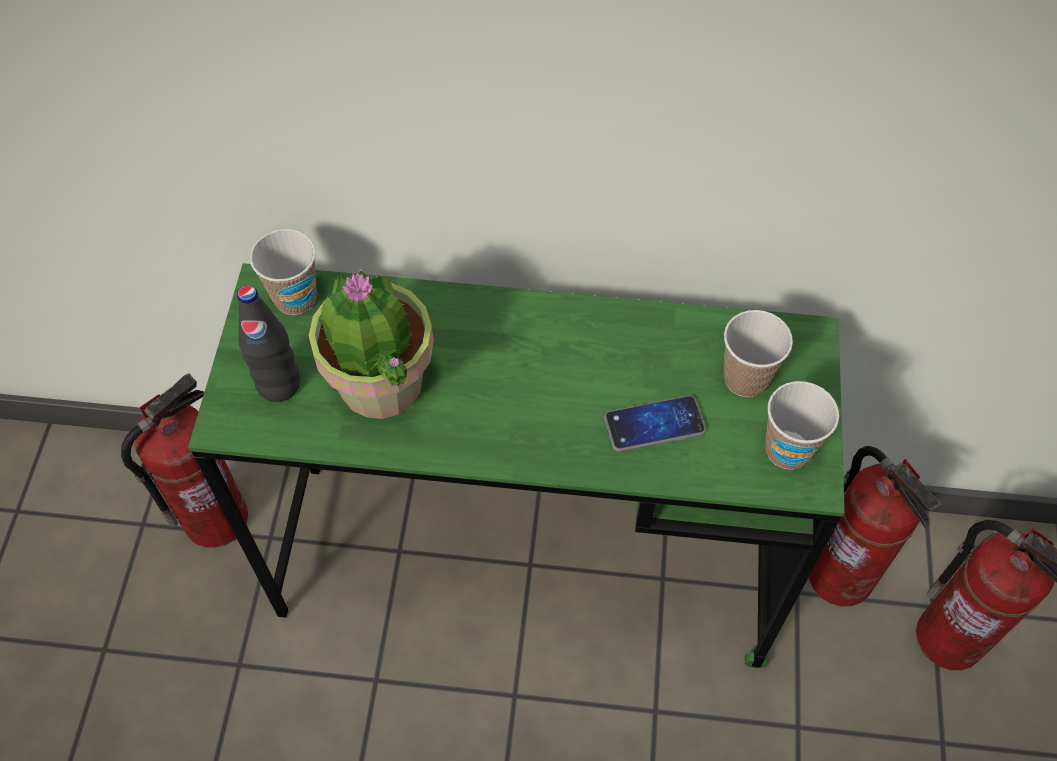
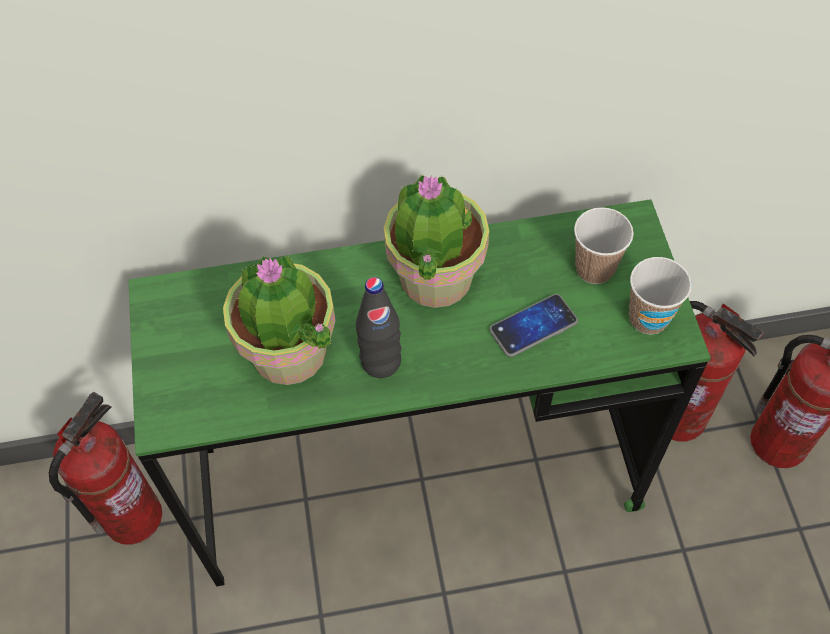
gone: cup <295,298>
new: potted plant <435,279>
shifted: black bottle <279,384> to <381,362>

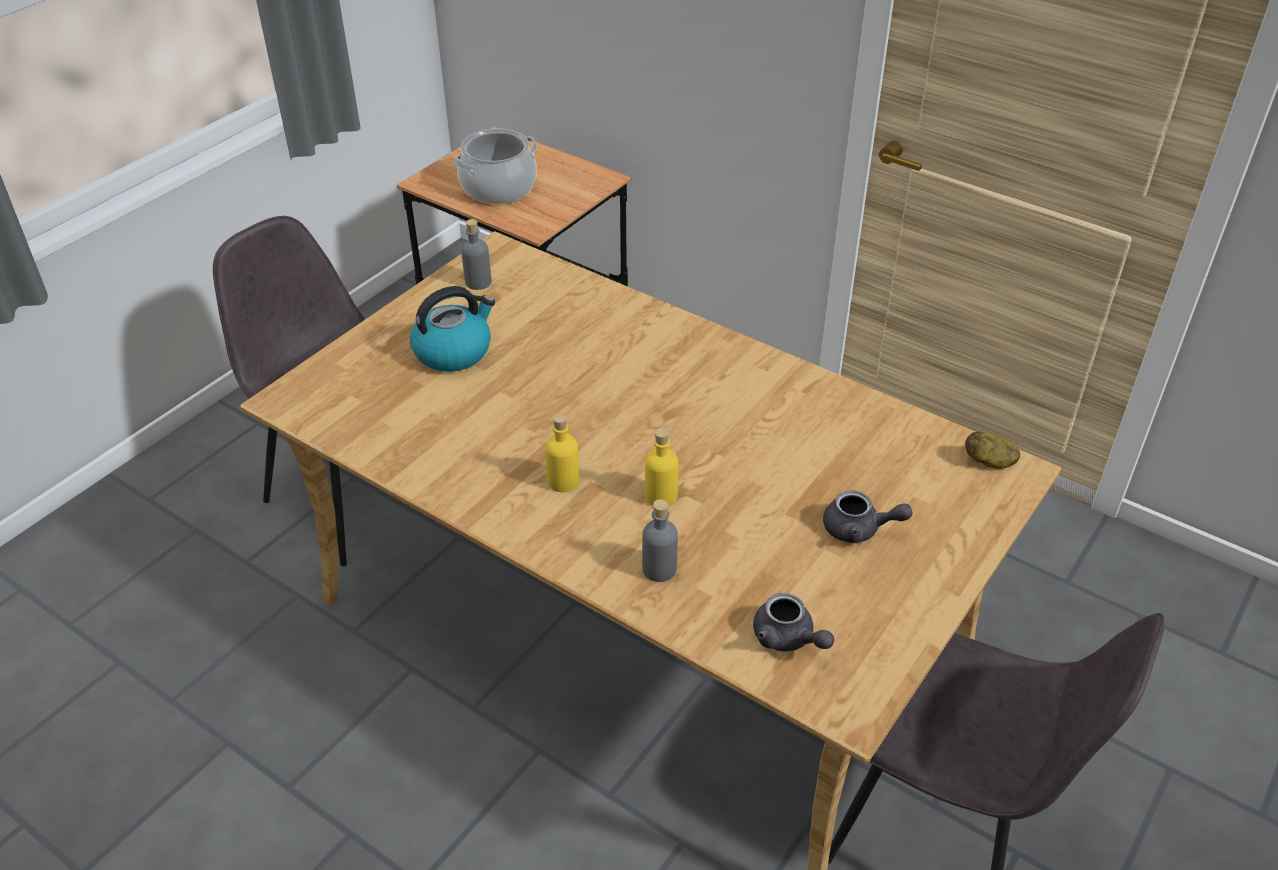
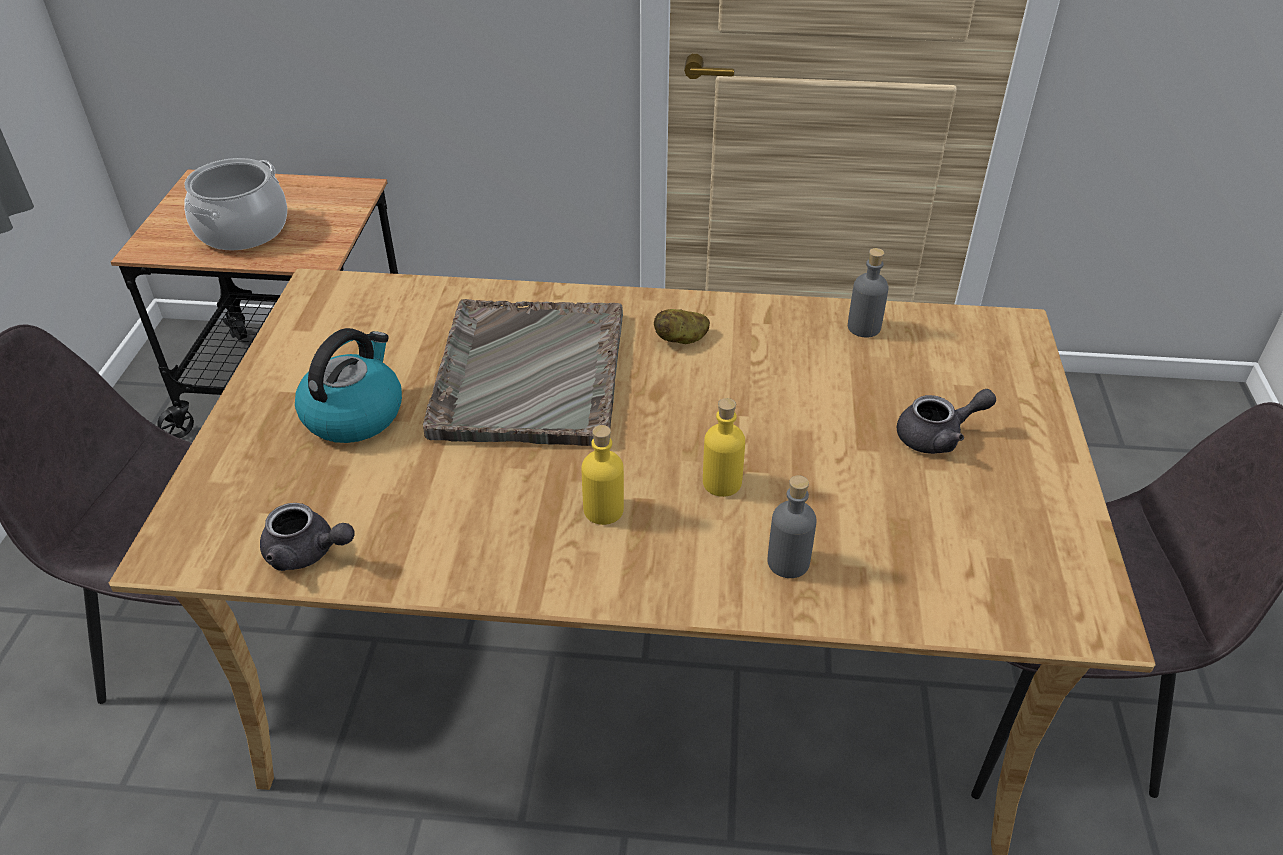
new: grey tray <529,375>
shifted: grey teapot <788,639> to <307,553>; potato <989,462> to <682,339>; grey bottle <478,282> to <864,327>

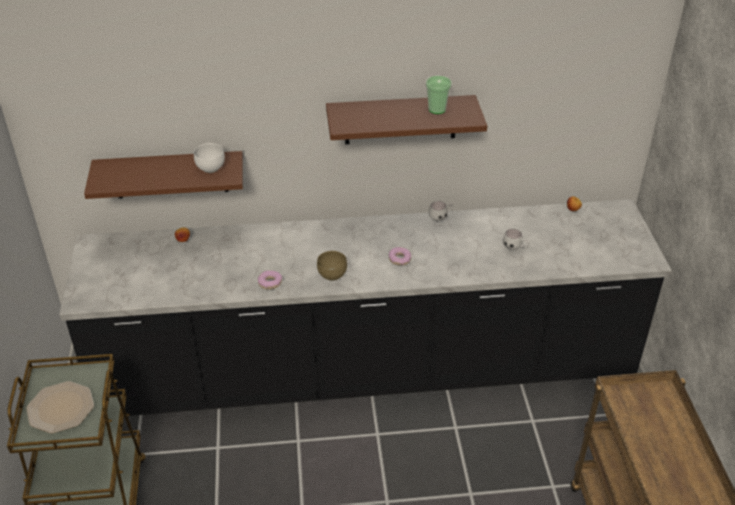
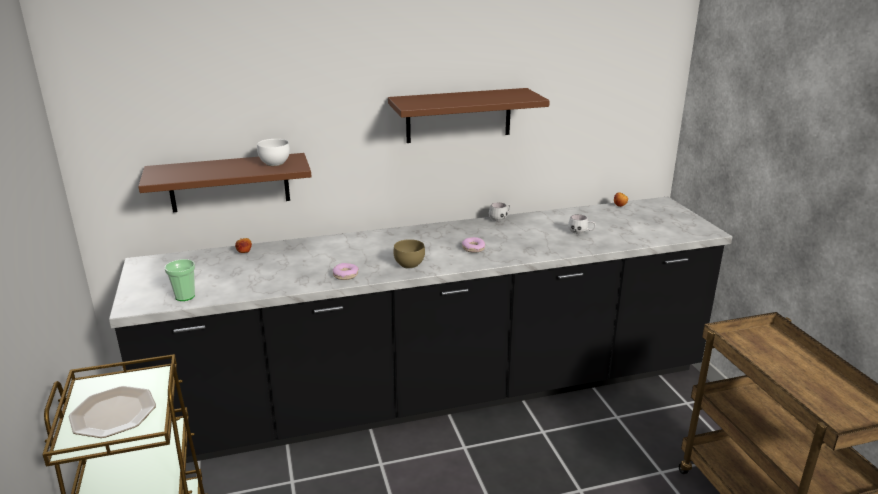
shifted: cup <437,109> to <185,296>

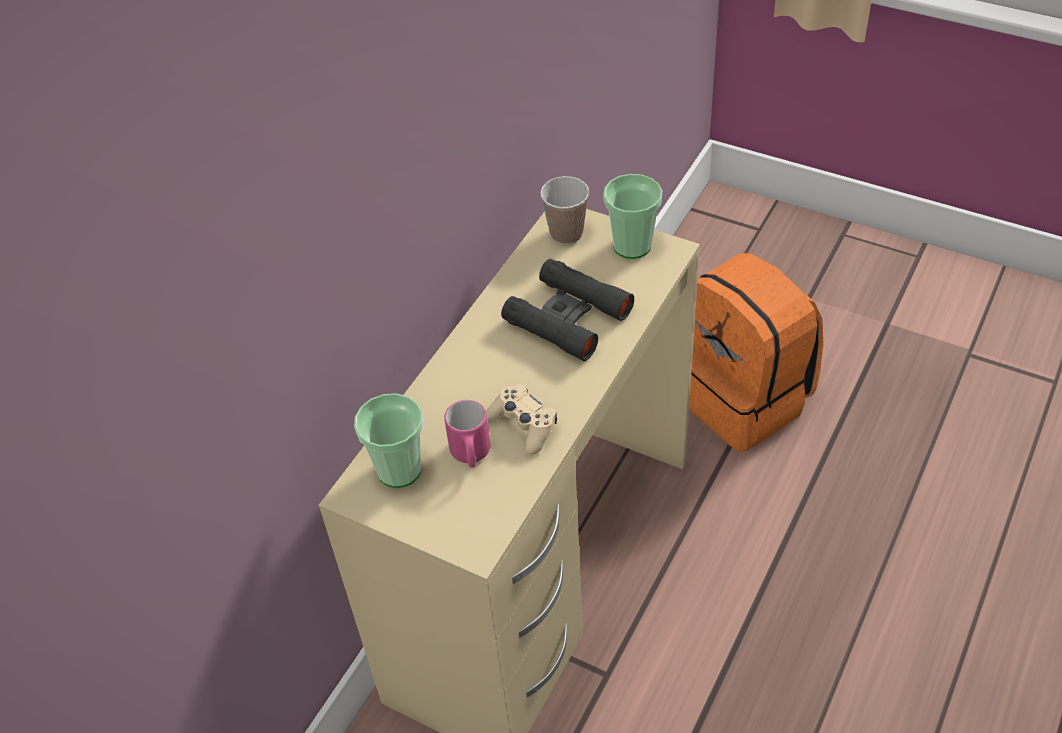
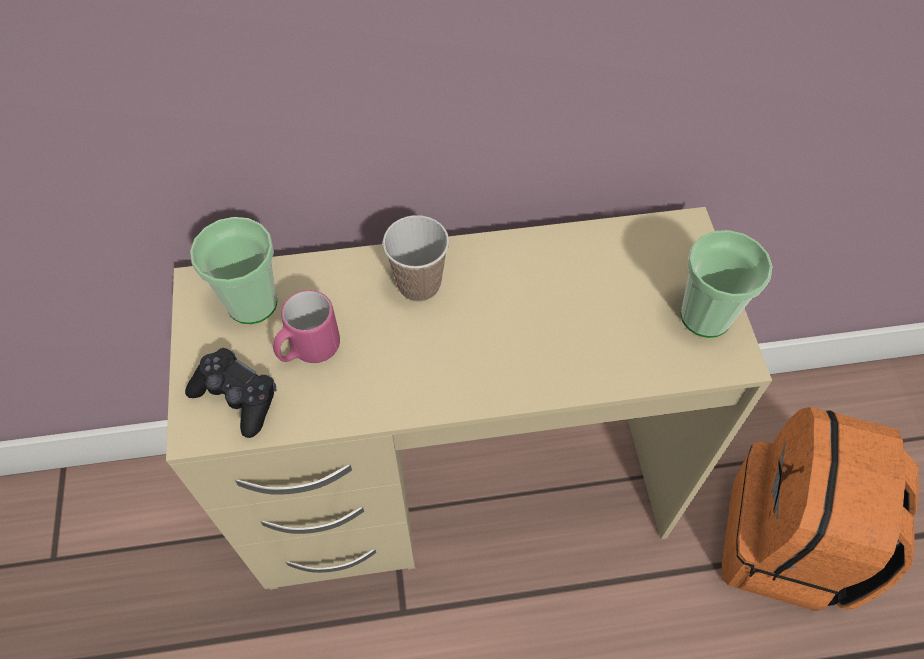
gone: beige game controller <523,425>; black binoculars <567,317>
new: black game controller <237,397>
shifted: cup <566,233> to <419,284>

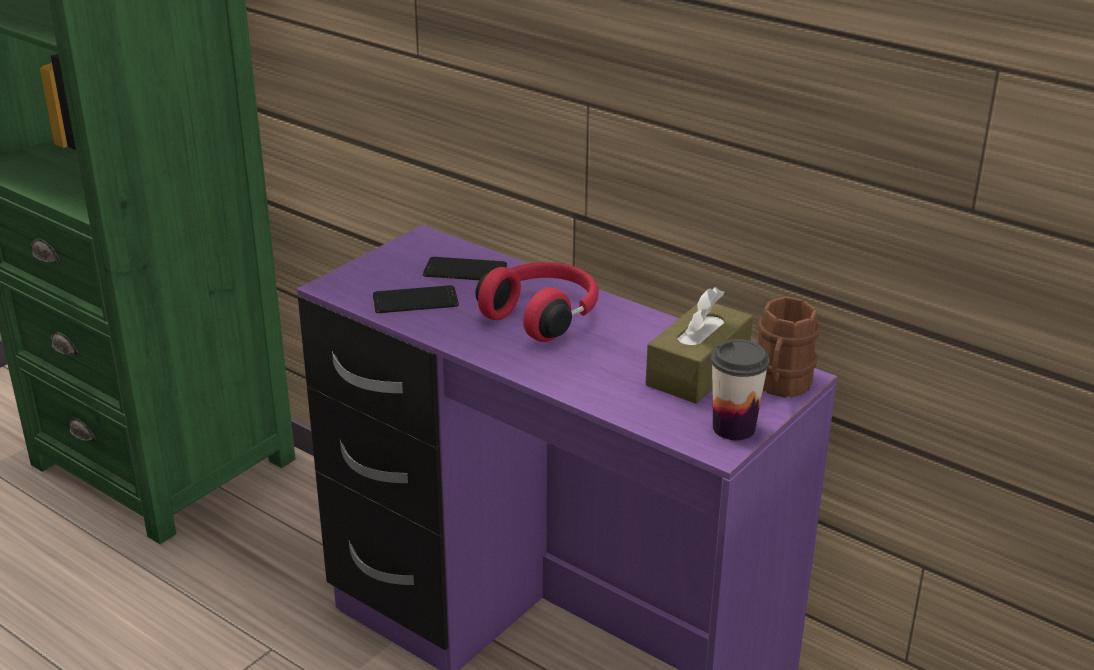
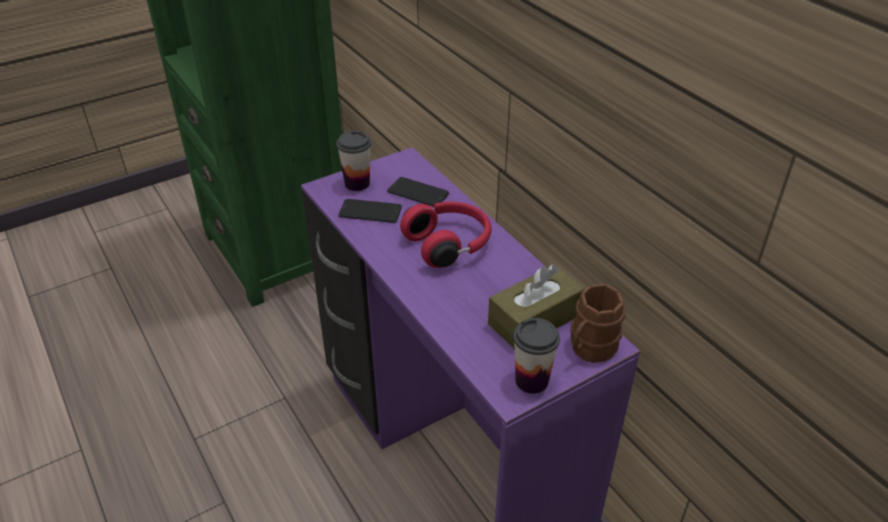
new: cup <357,183>

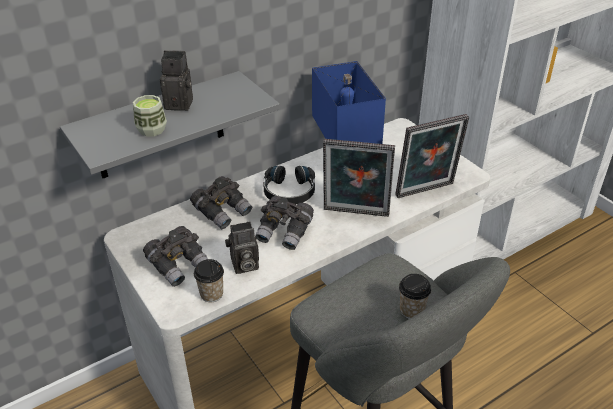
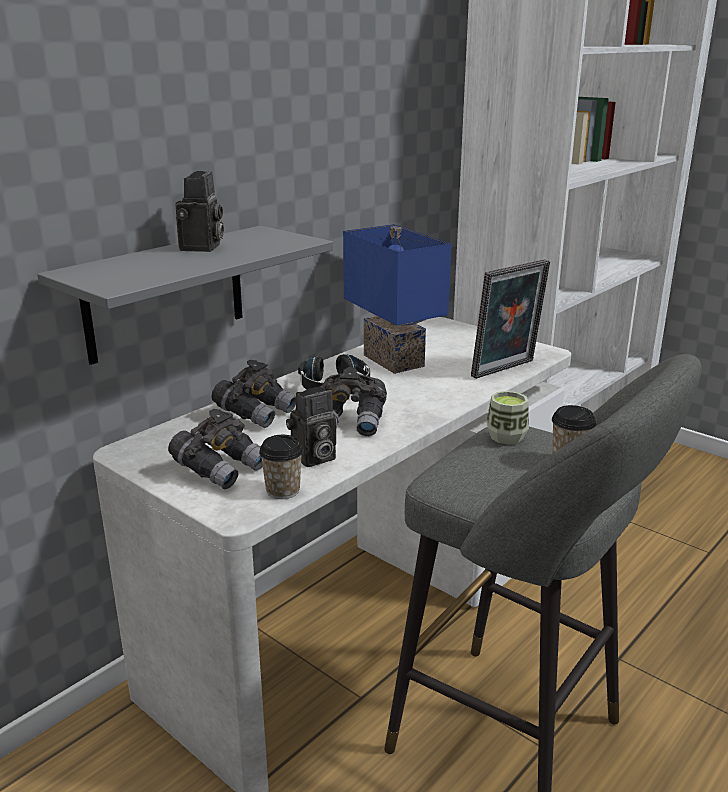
gone: picture frame <355,214>
shifted: cup <152,130> to <506,437>
rotated: photo camera <181,103> = <202,248> 105 degrees clockwise

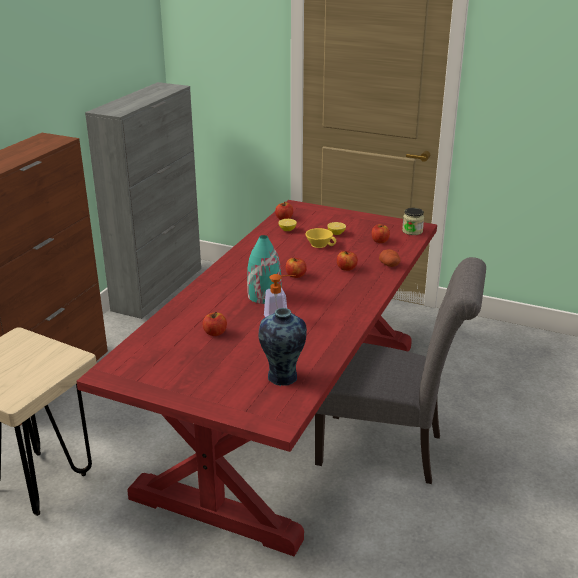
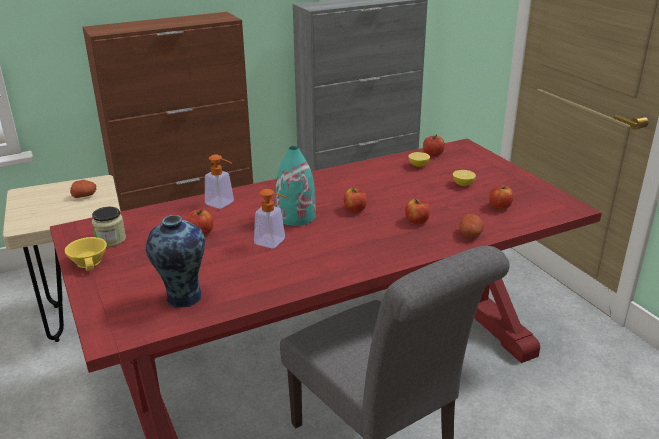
new: potato <85,195>; soap dispenser <223,204>
shifted: yellow cup <320,244> to <90,262>; jar <412,231> to <111,240>

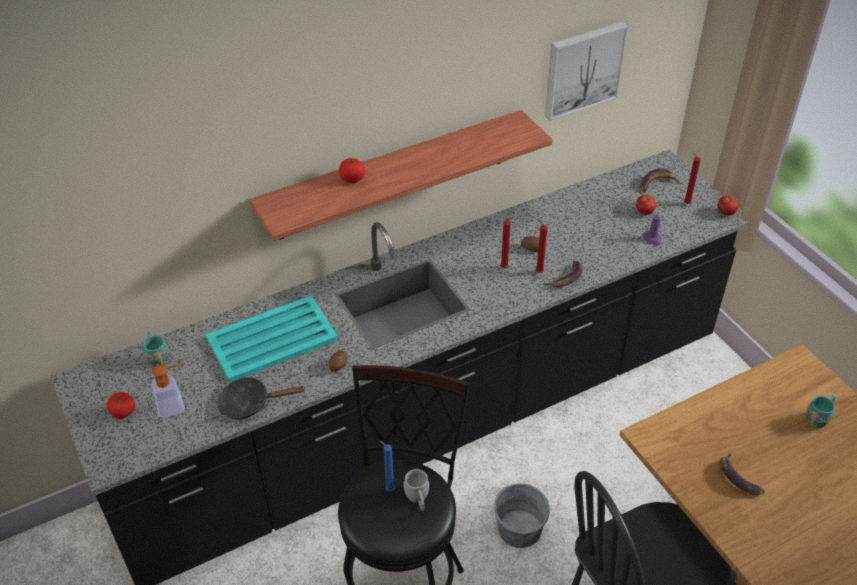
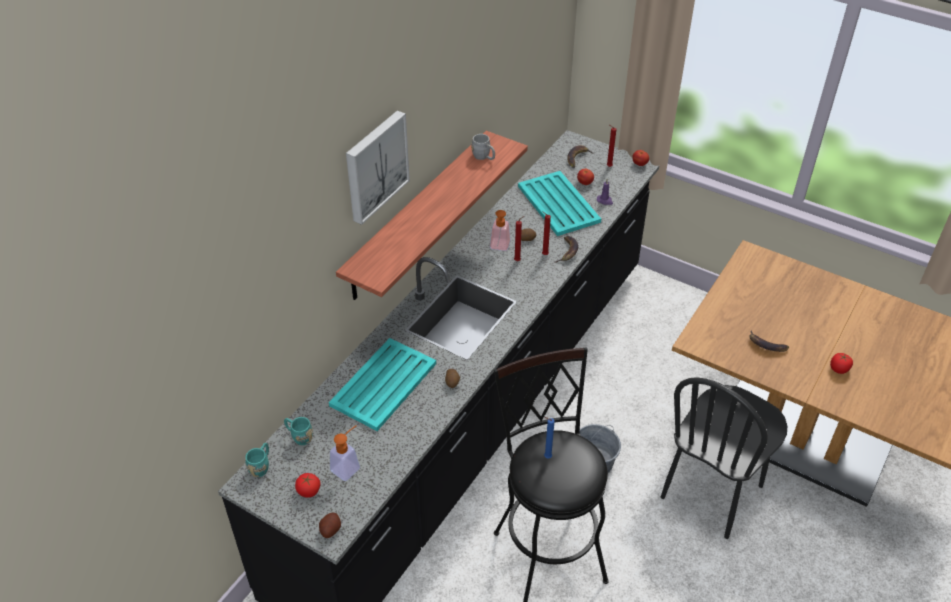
gone: black frying pan <250,403>
new: potato <330,530>; soap dispenser <499,247>; turquoise tray <558,204>
shifted: turquoise mug <819,418> to <261,466>; picture <582,69> to <375,166>; grey mug <418,499> to <484,157>; tomato <352,179> to <839,369>

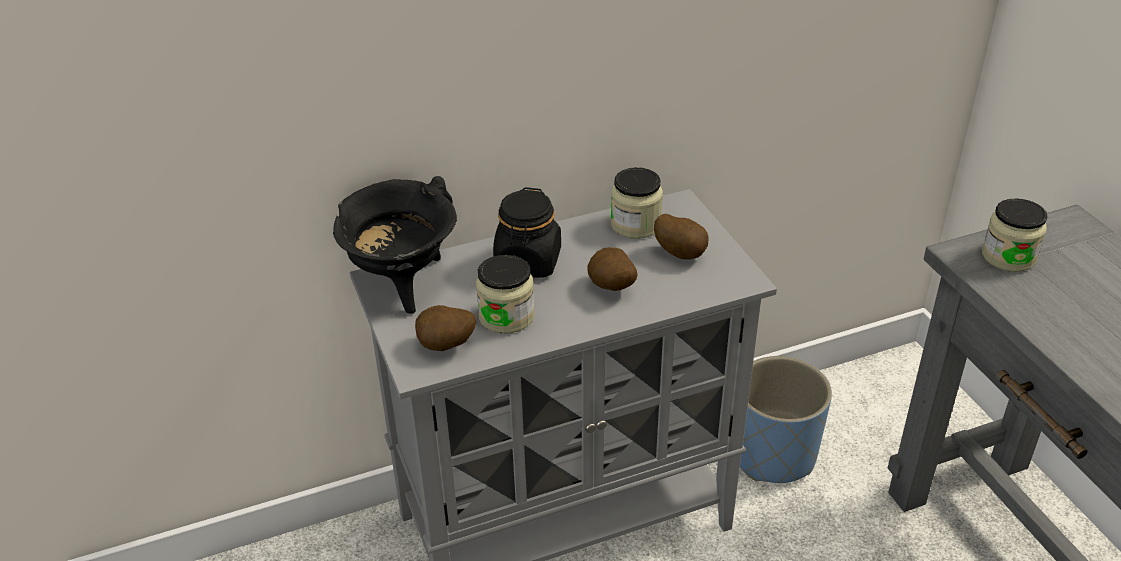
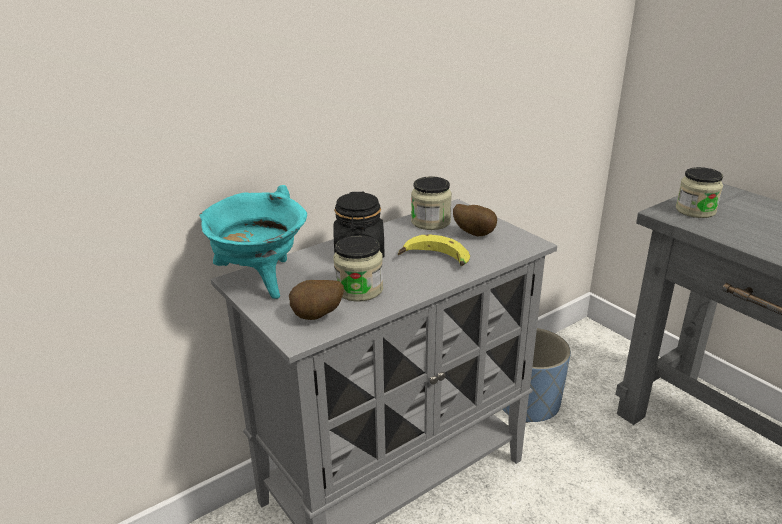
swapped: potato <611,288> to banana <434,261>
repainted: black cooking pot <402,283> to turquoise cooking pot <260,280>

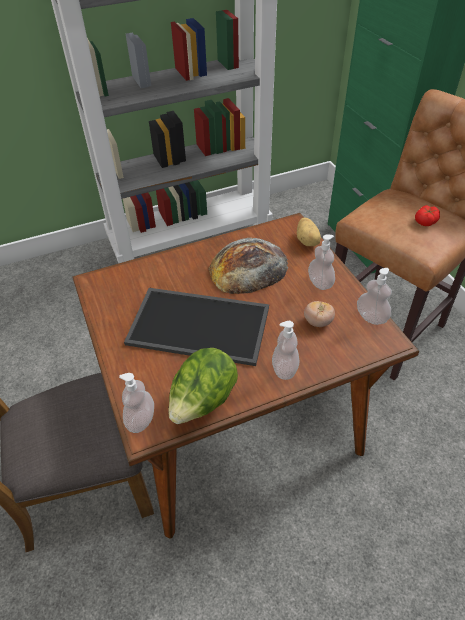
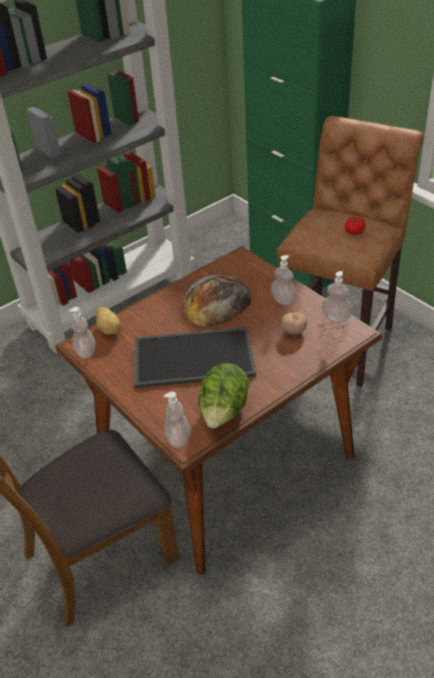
shifted: soap dispenser <284,369> to <86,351>; potato <307,241> to <109,329>

